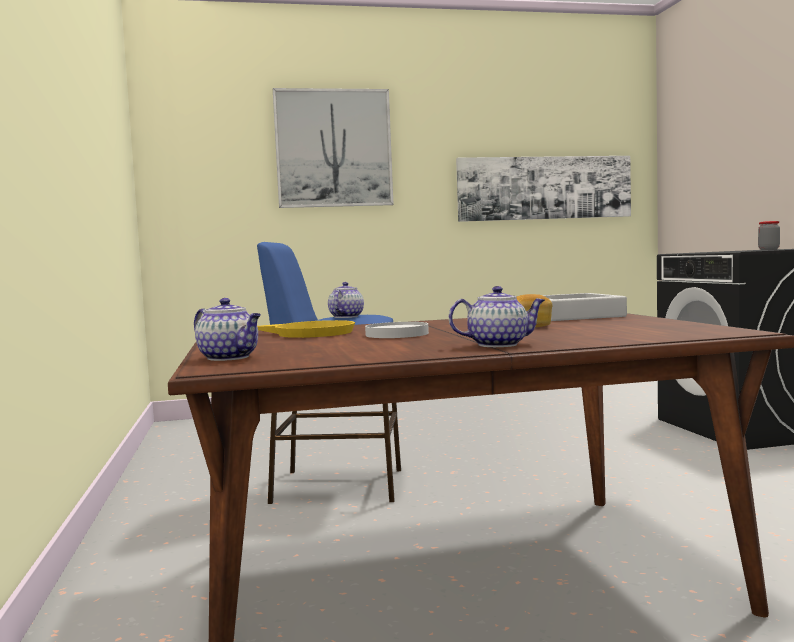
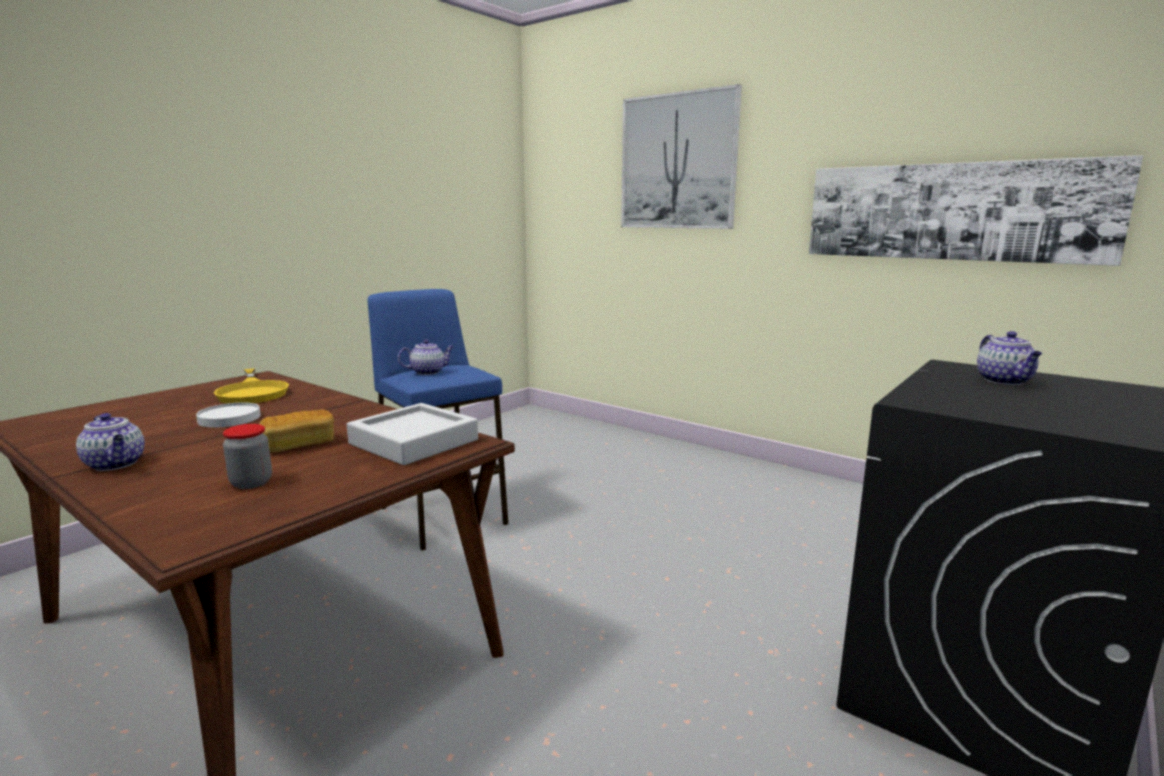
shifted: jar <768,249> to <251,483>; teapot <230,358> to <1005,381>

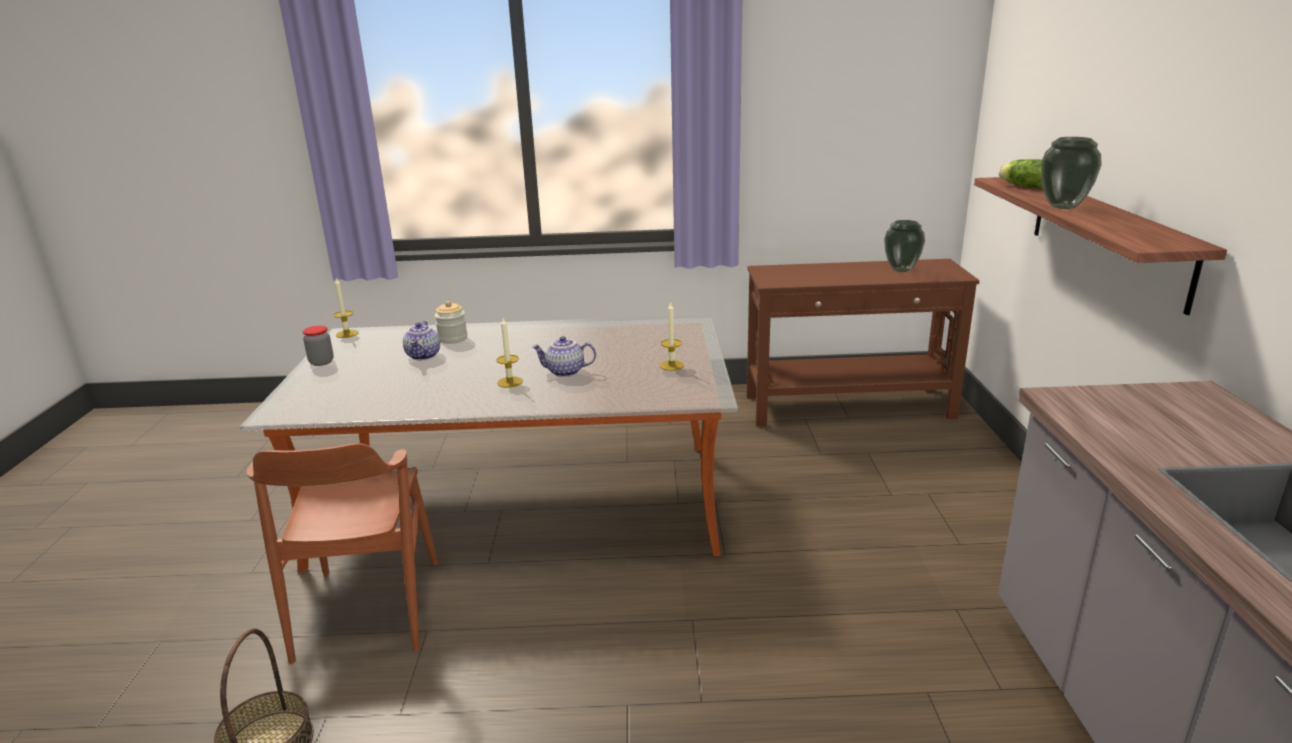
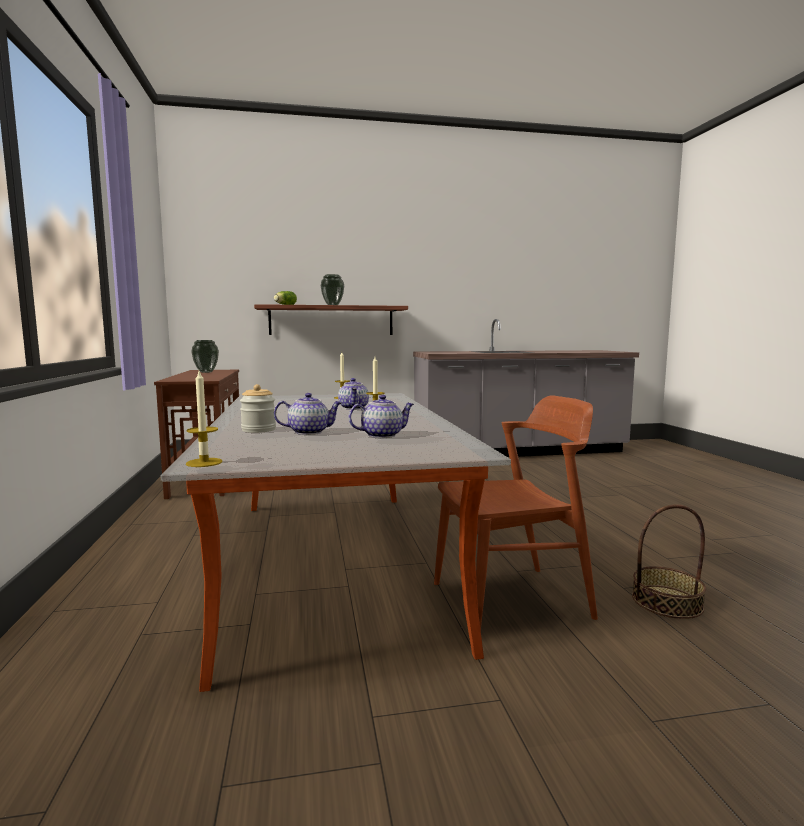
gone: jar <321,362>
new: teapot <382,435>

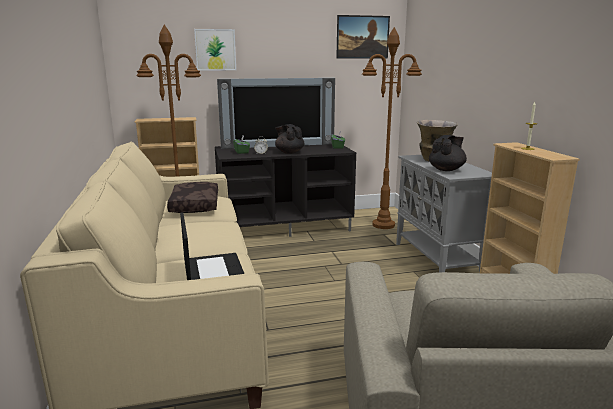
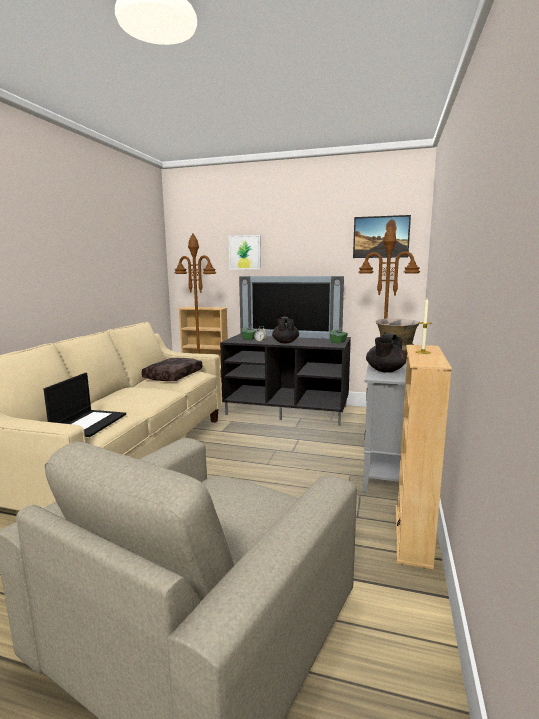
rotated: black teapot <446,169> = <385,371> 135 degrees clockwise

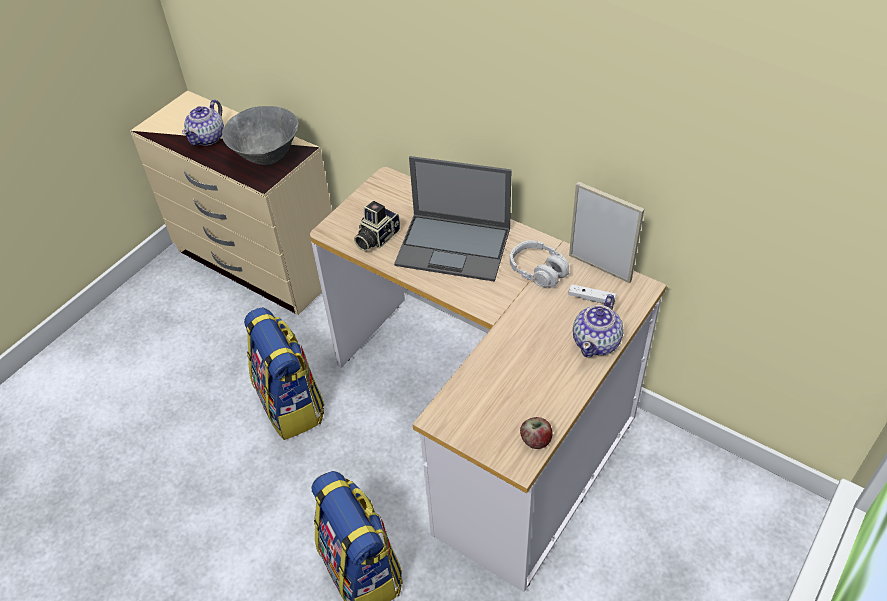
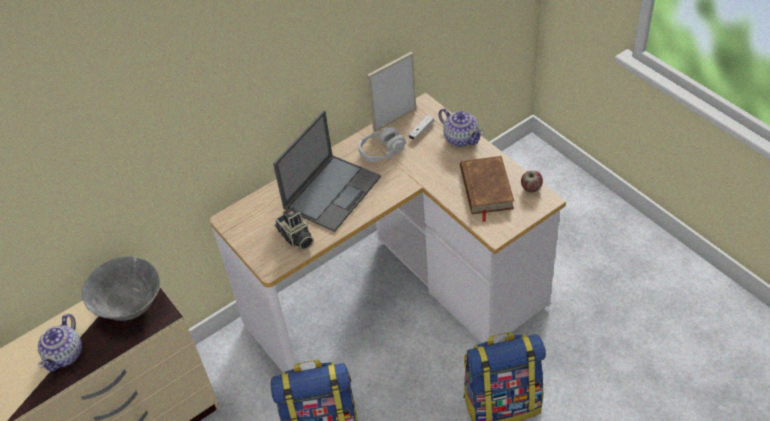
new: brown book <486,189>
rotated: teapot <208,137> = <65,354> 60 degrees clockwise

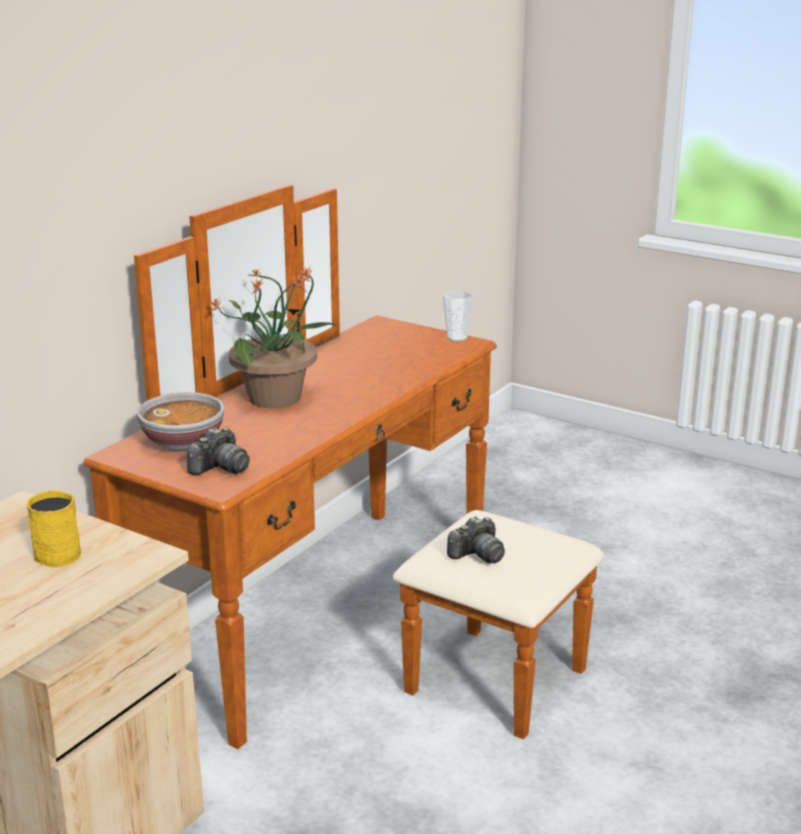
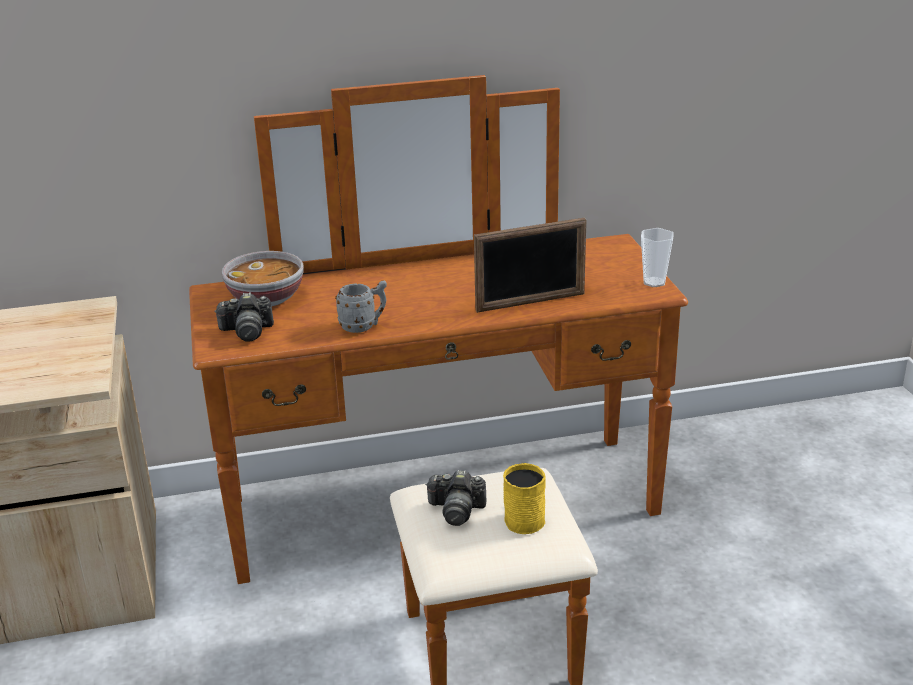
gone: potted plant <277,398>
new: grey mug <364,326>; picture frame <530,302>
shifted: yellow mug <53,553> to <523,517>

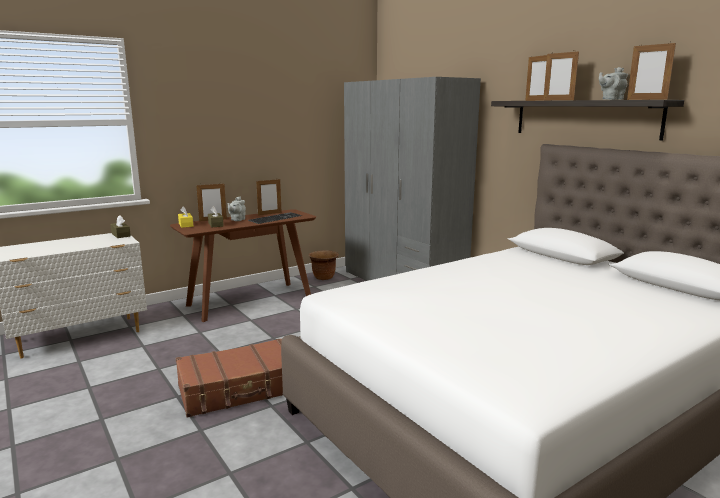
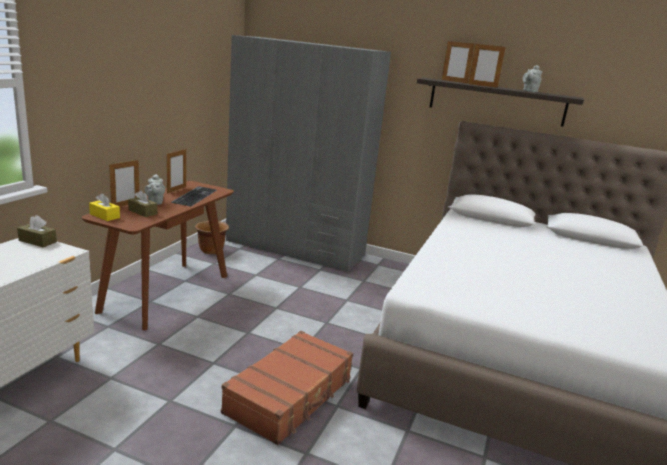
gone: picture frame <646,99>

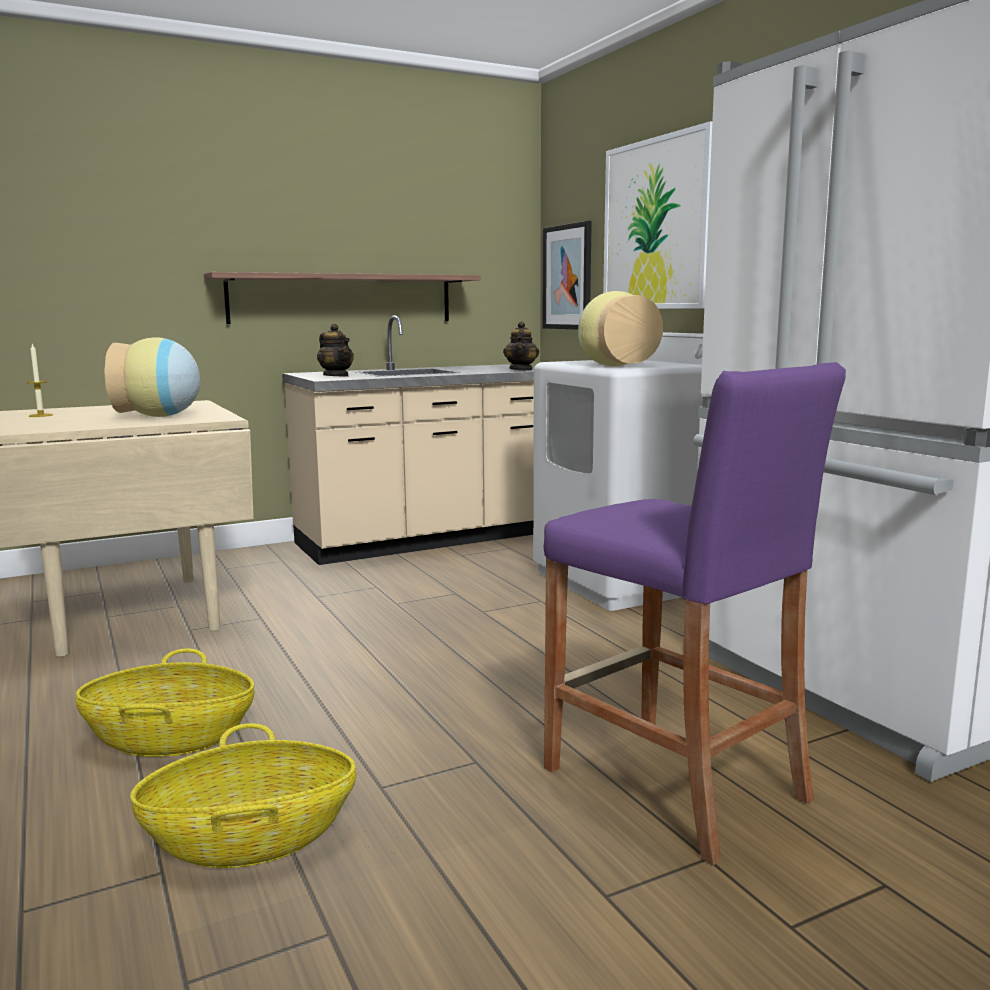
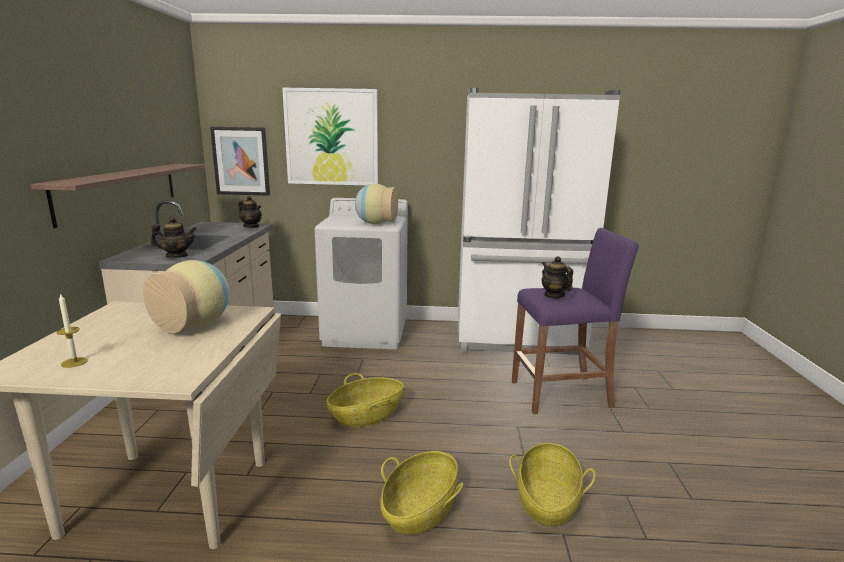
new: basket <366,415>; teapot <554,295>

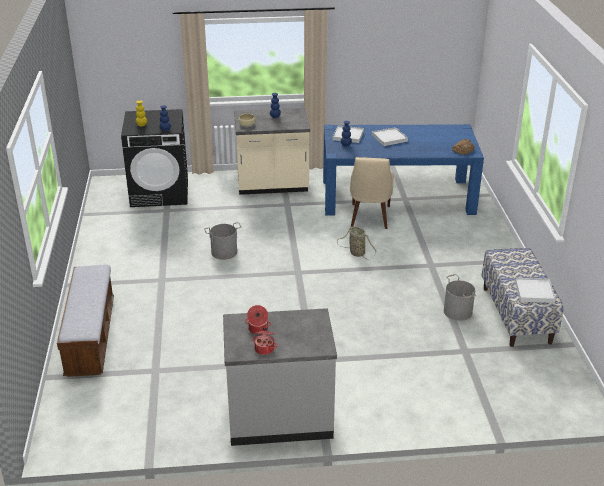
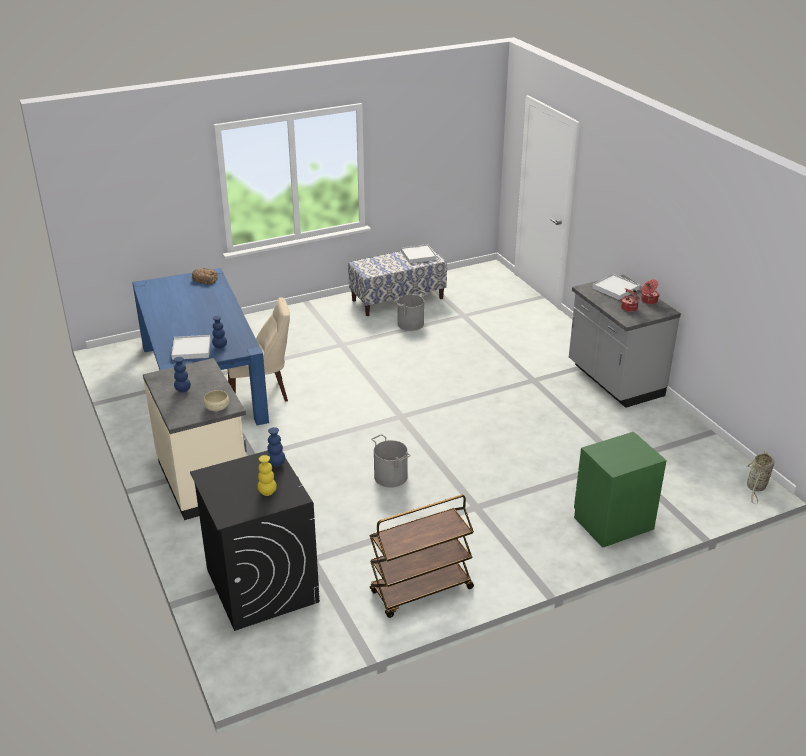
new: brown cart <421,591>
shifted: white tray <389,138> to <615,289>; basket <356,253> to <756,487>
swapped: bench <91,337> to green nightstand <612,522>

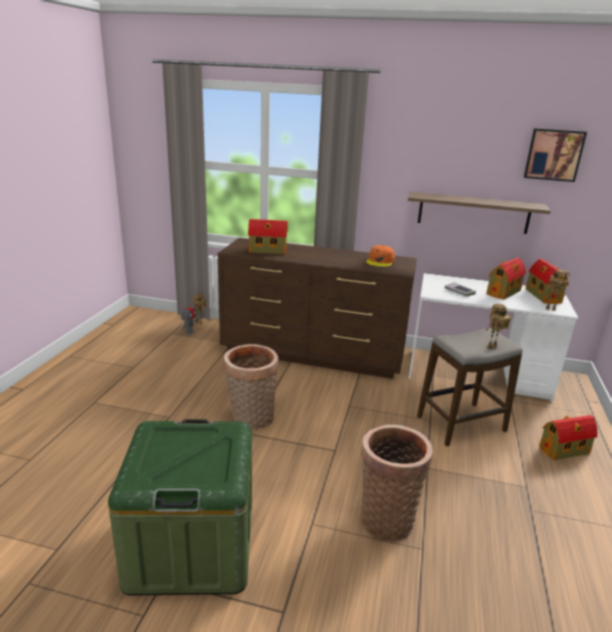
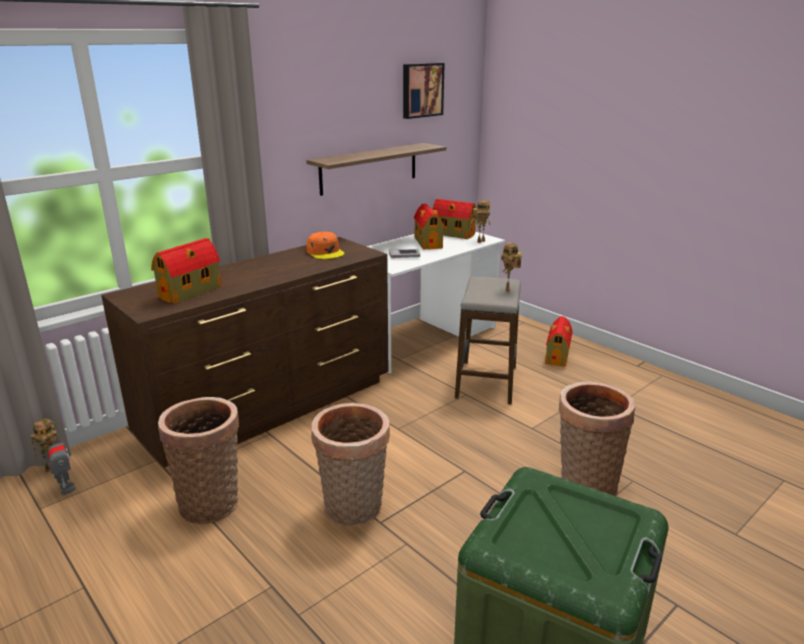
new: basket <211,501>

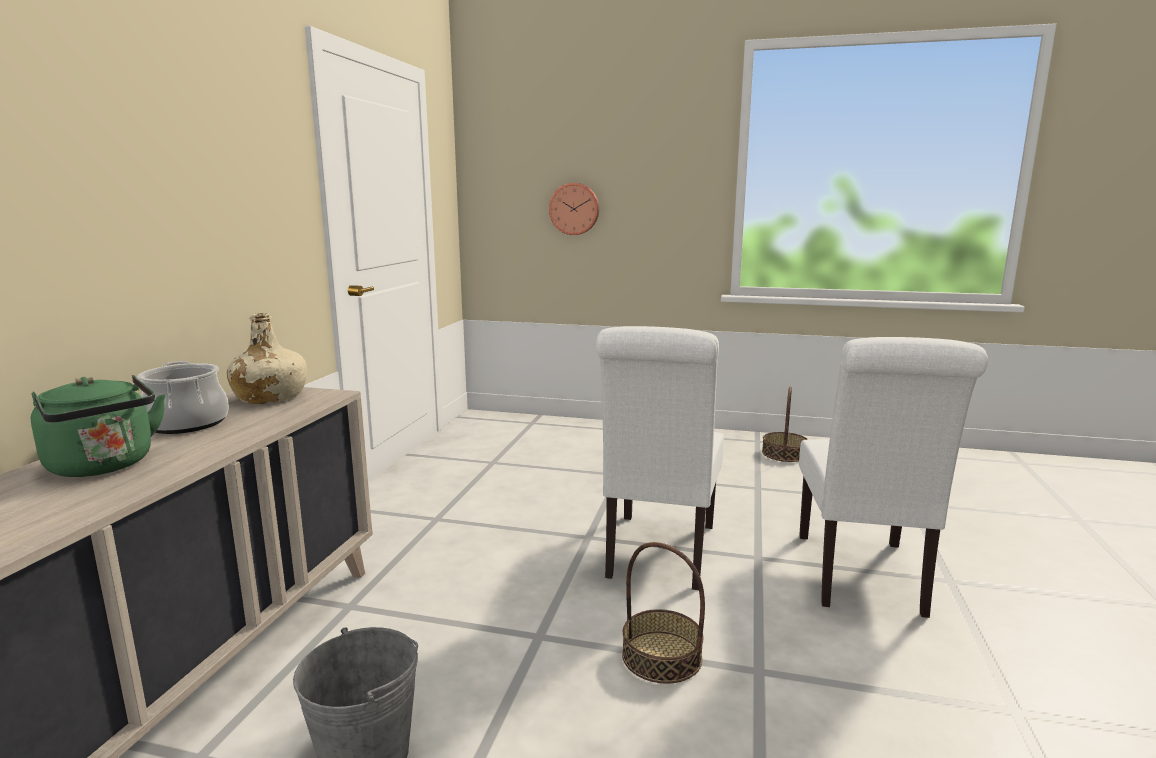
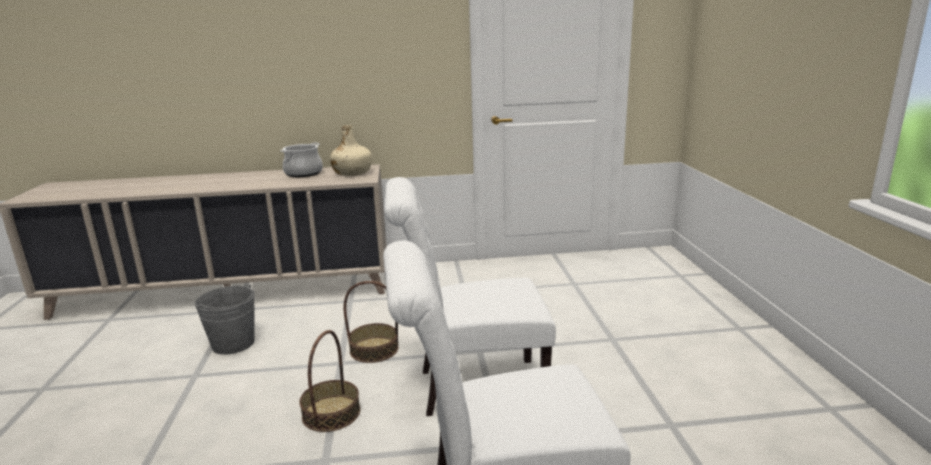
gone: green kettle <104,466>; wall clock <574,209>
shifted: basket <784,453> to <374,349>

